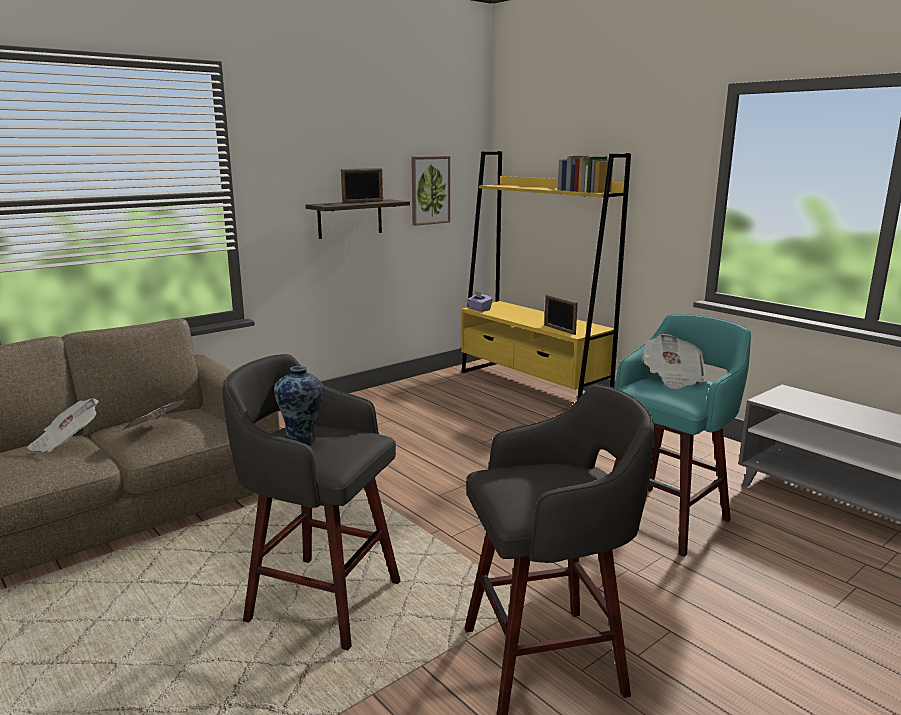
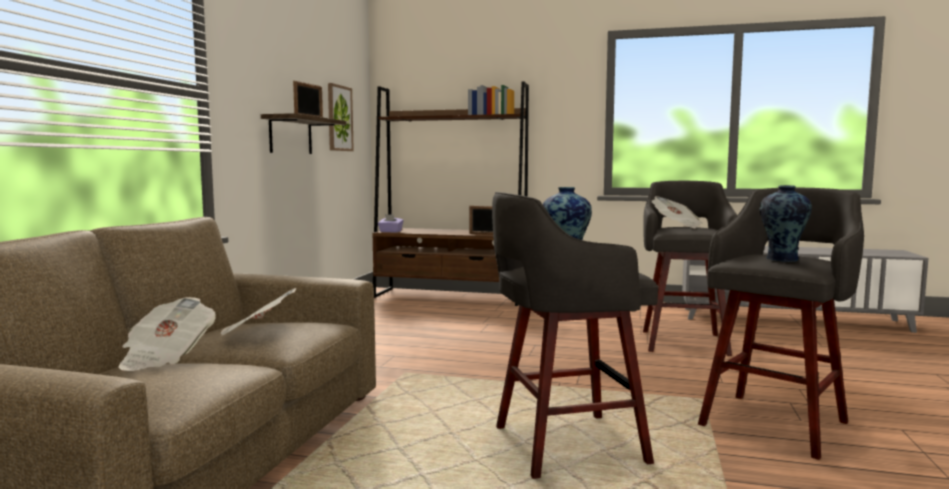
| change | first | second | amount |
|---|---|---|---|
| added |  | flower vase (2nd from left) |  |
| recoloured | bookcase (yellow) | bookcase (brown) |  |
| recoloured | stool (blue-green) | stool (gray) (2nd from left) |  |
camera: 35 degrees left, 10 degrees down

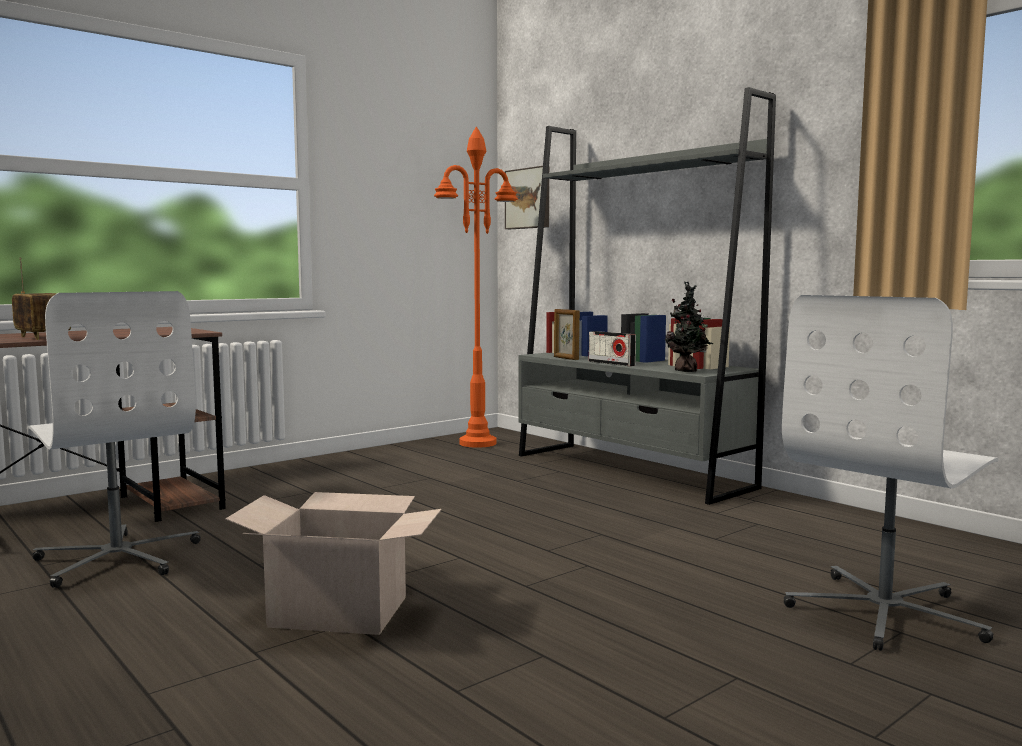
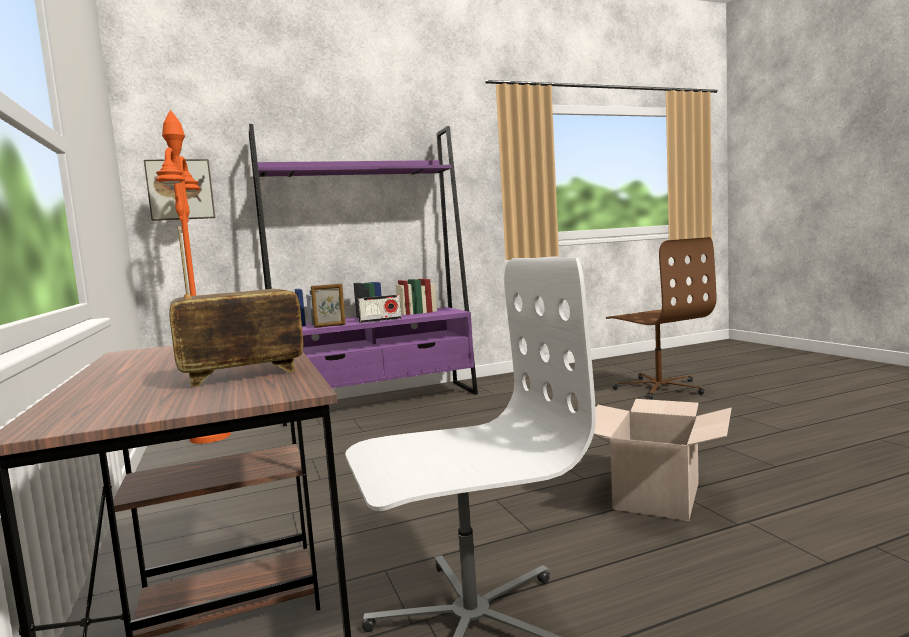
| change | first | second | amount |
|---|---|---|---|
| removed | houseplant |  |  |
| recoloured | bookcase (gray) | bookcase (purple-coloured) |  |
| recoloured | computer chair (white) (2nd from left) | computer chair (brown) |  |
camera: 70 degrees left, 0 degrees up

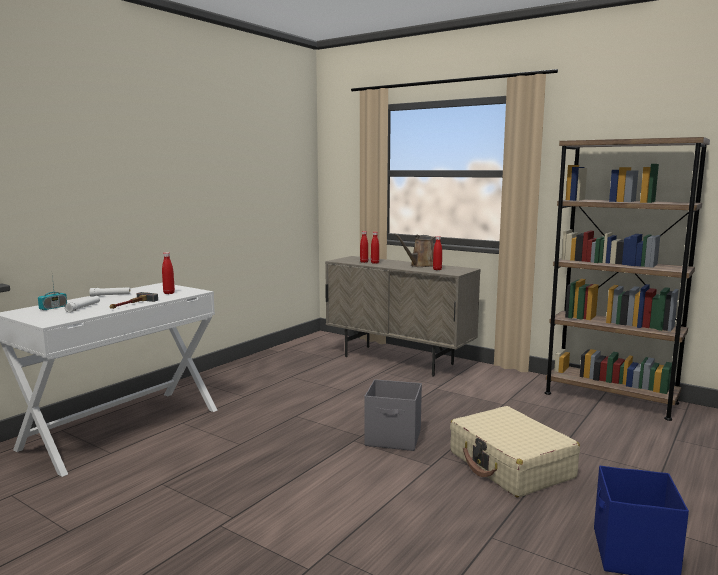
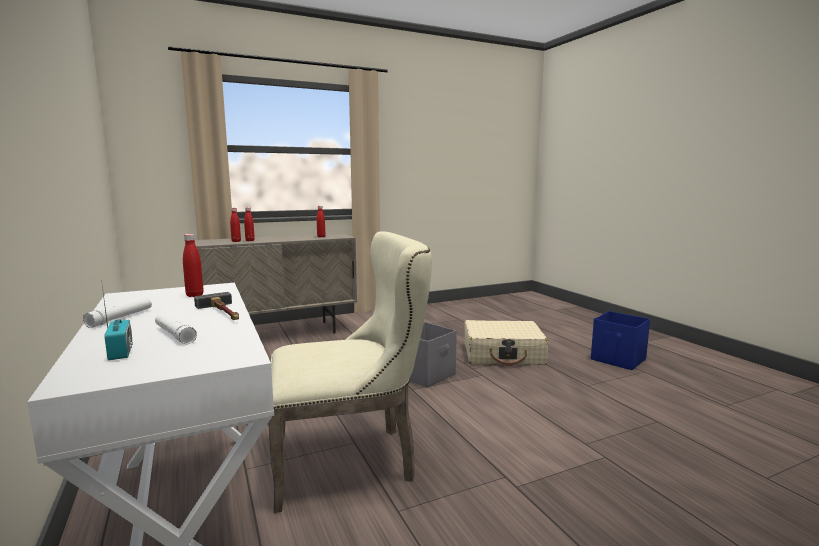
| change | first | second | amount |
|---|---|---|---|
| removed | sprinkling can (brown) |  |  |
| removed | bookcase (brown) |  |  |
| added |  | chair (beige-coloured) |  |
camera: 60 degrees left, 0 degrees up

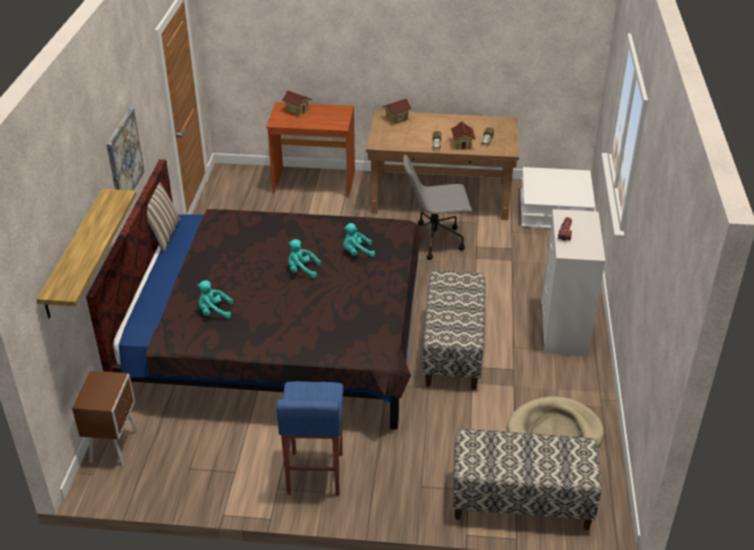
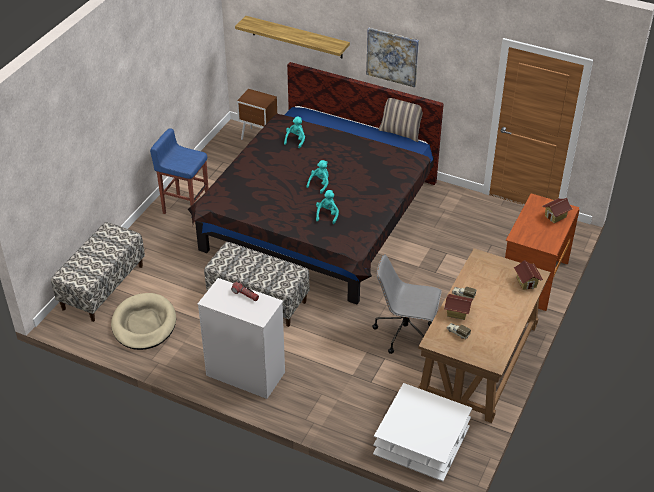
| change | first | second | amount |
|---|---|---|---|
| turned | computer chair (gray) |  | 90 degrees counterclockwise |
camera: 110 degrees right, 5 degrees up

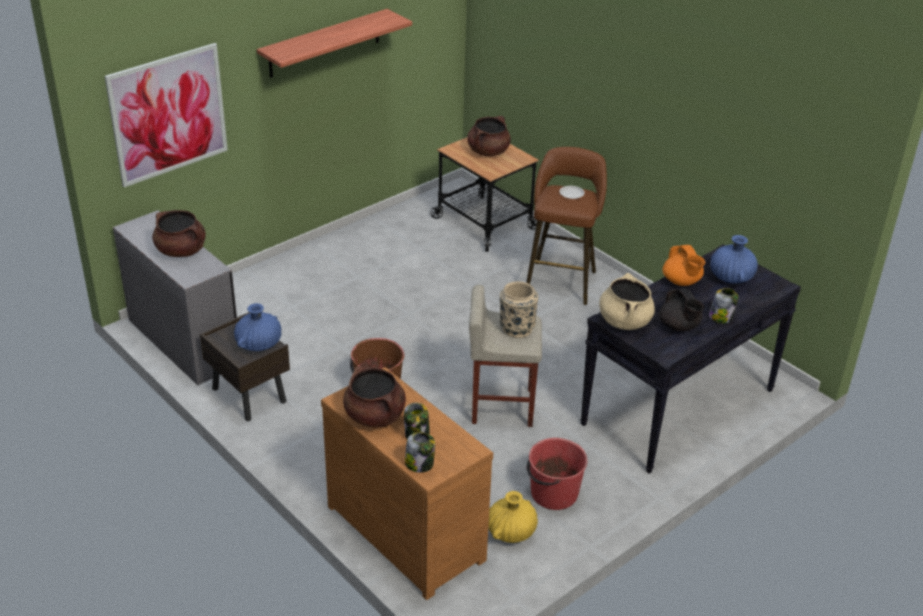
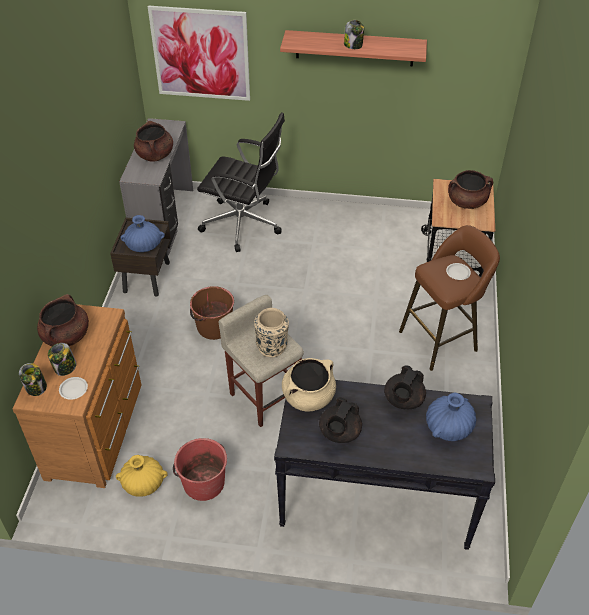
| change | first | second | amount |
|---|---|---|---|
| added |  | dinner plate (white) (1st from left) |  |
| added |  | computer chair (black) |  |
| moved | storage jar (3rd from left) |  |  |
| recoloured | tea pot (orange-coloured) | tea pot (black) (2nd from left) |  |
camera: 50 degrees right, 10 degrees up

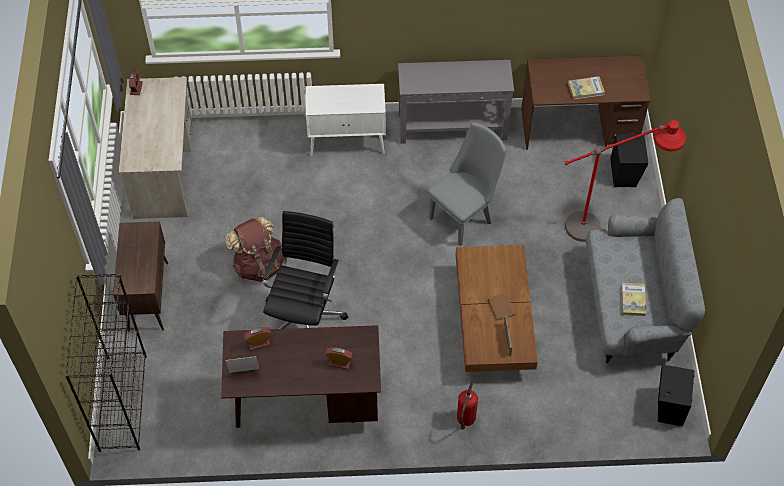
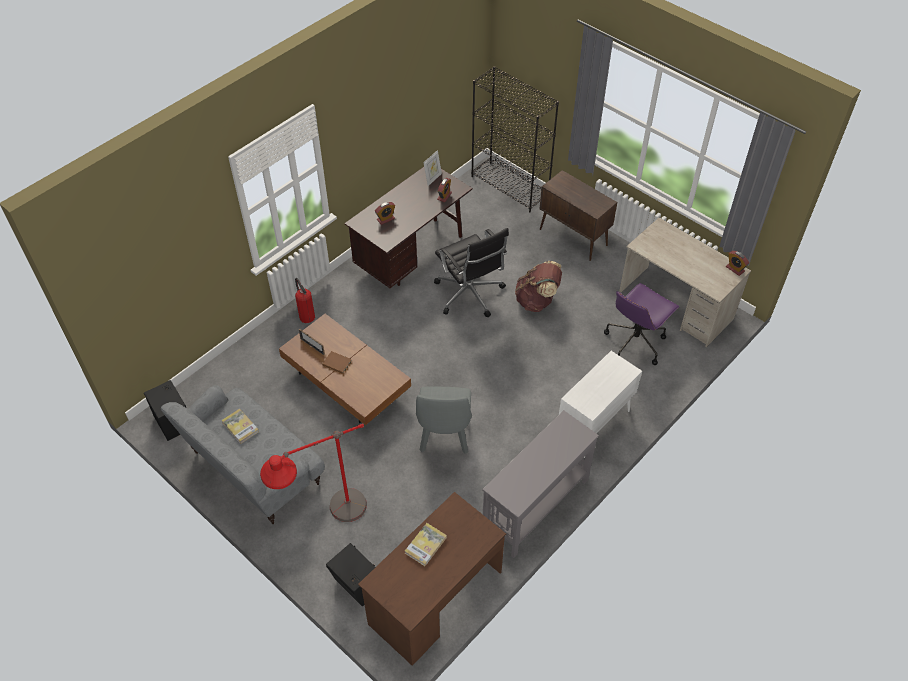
| change | first | second | amount |
|---|---|---|---|
| added |  | computer chair (purple-coloured) |  |
camera: 135 degrees right, 5 degrees down

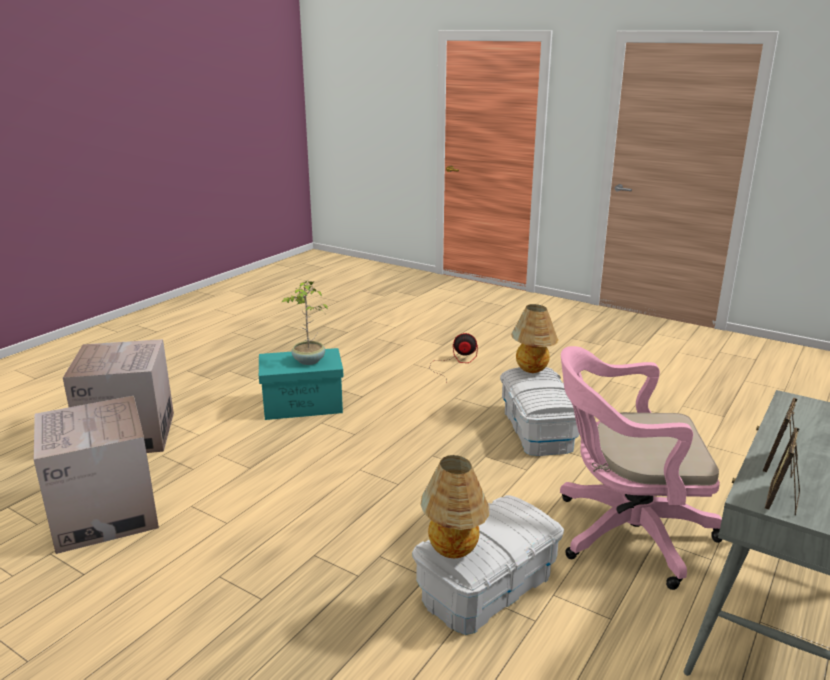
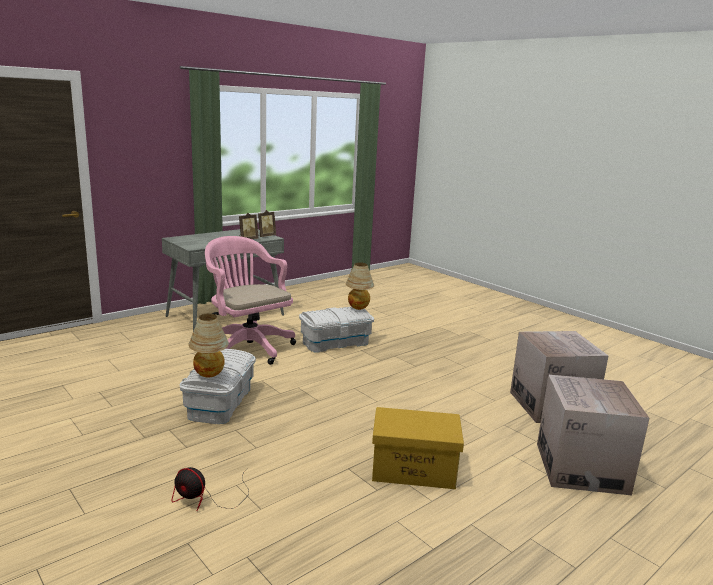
| change | first | second | amount |
|---|---|---|---|
| removed | houseplant |  |  |
| recoloured | storage bin (blue-green) | storage bin (yellow) |  |
| turned | computer chair (pinkish) |  | 150 degrees counterclockwise |
camera: 165 degrees left, 5 degrees down

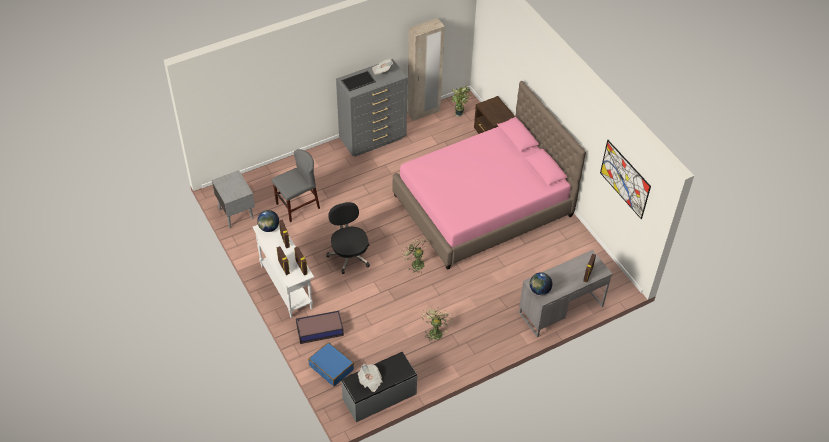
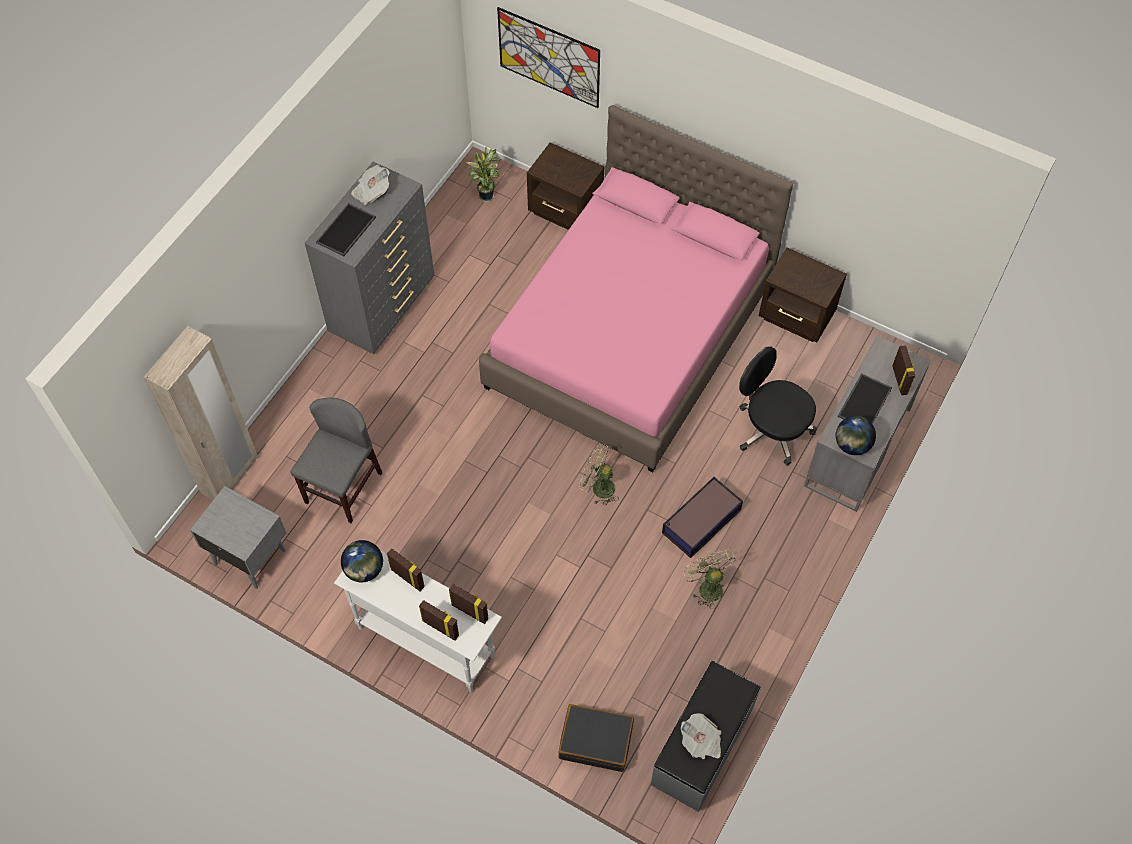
| change | first | second | amount |
|---|---|---|---|
| added |  | night table (brown) (2nd from left) |  |
| added |  | tray (2nd from left) |  |
| moved | storage bin |  |  |
| moved | computer chair (black) |  |  |
| moved | clothes cupboard (beige-coloured) |  |  |
| moved | picture |  |  |
| recoloured | suitcase (blue) | suitcase (black) |  |
camera: 30 degrees left, 10 degrees up

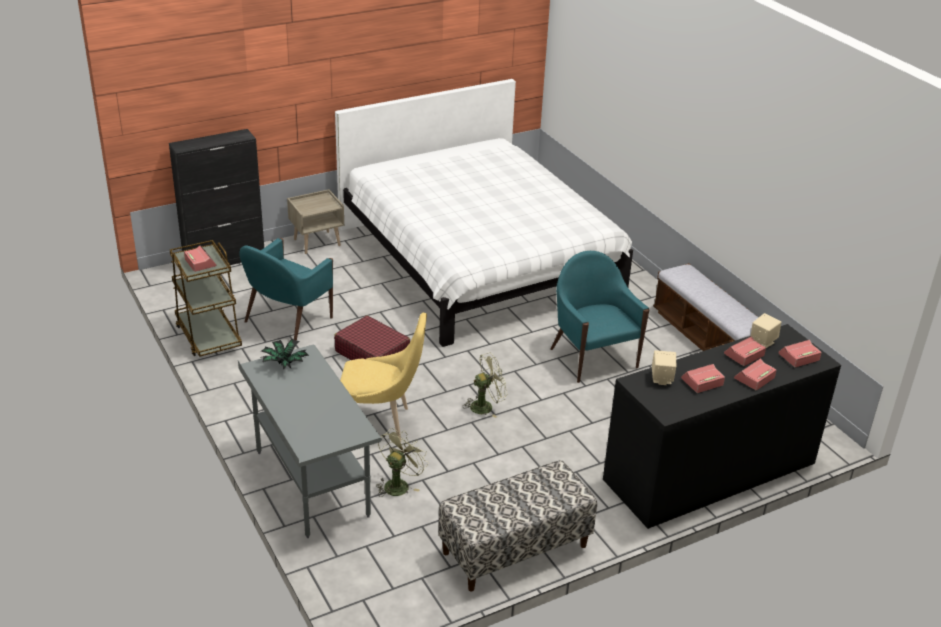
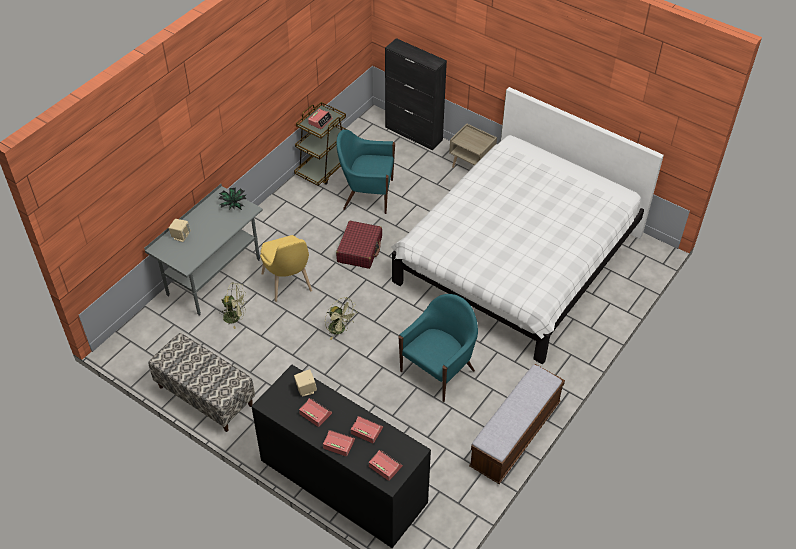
| change | first | second | amount |
|---|---|---|---|
| moved | audio speaker (beige-coloured) (2nd from left in the first image) | audio speaker (beige-coloured) (1st from left) |  |
camera: 65 degrees right, 15 degrees up

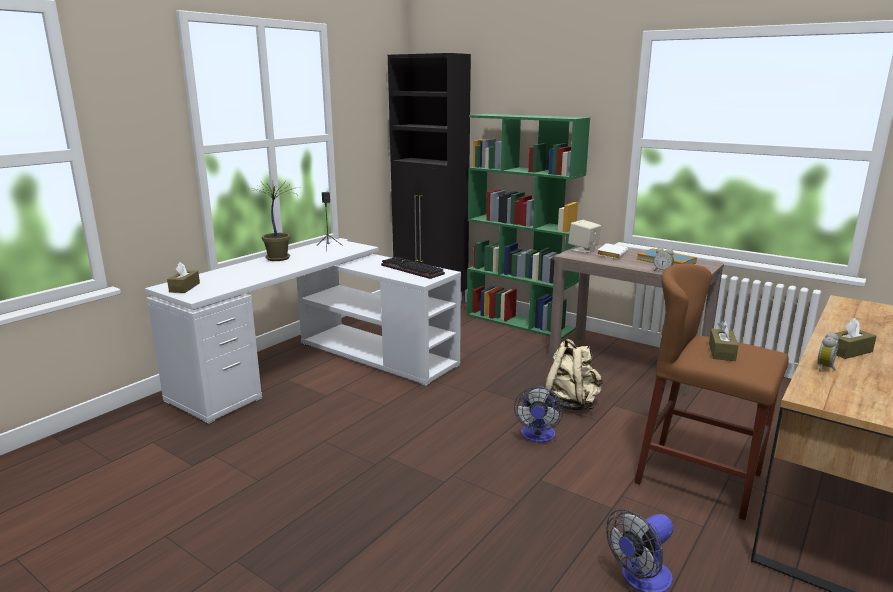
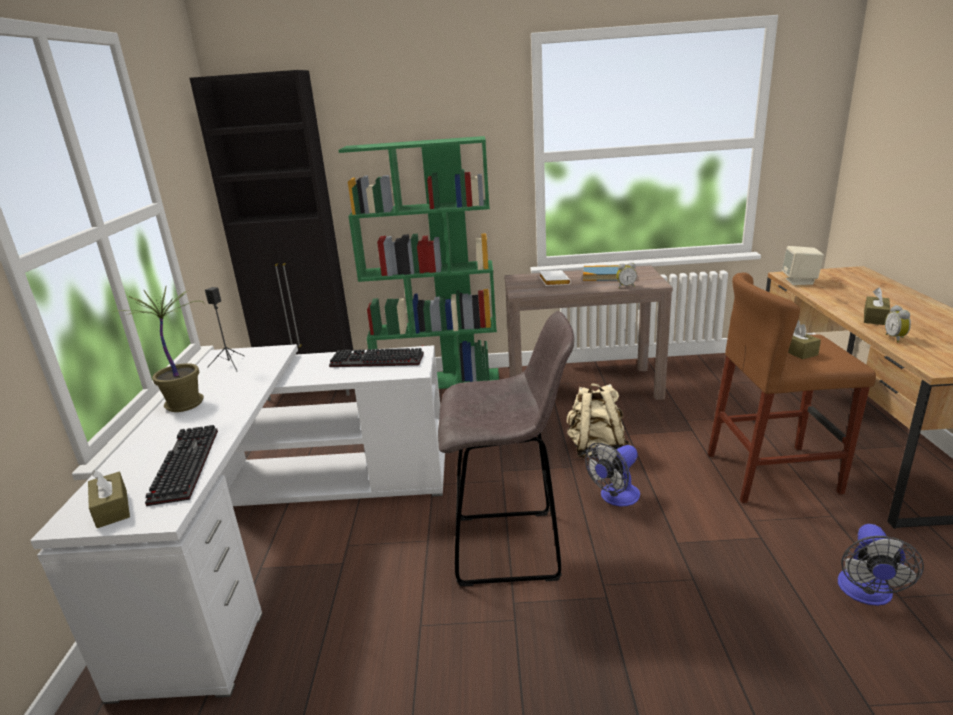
| change | first | second | amount |
|---|---|---|---|
| added |  | computer keyboard (1st from left) |  |
| added |  | stool (gray) |  |
| moved | audio speaker (beige-coloured) |  |  |
| turned | electric fan (1st from left) |  | 75 degrees clockwise |
camera: 35 degrees left, 5 degrees up

